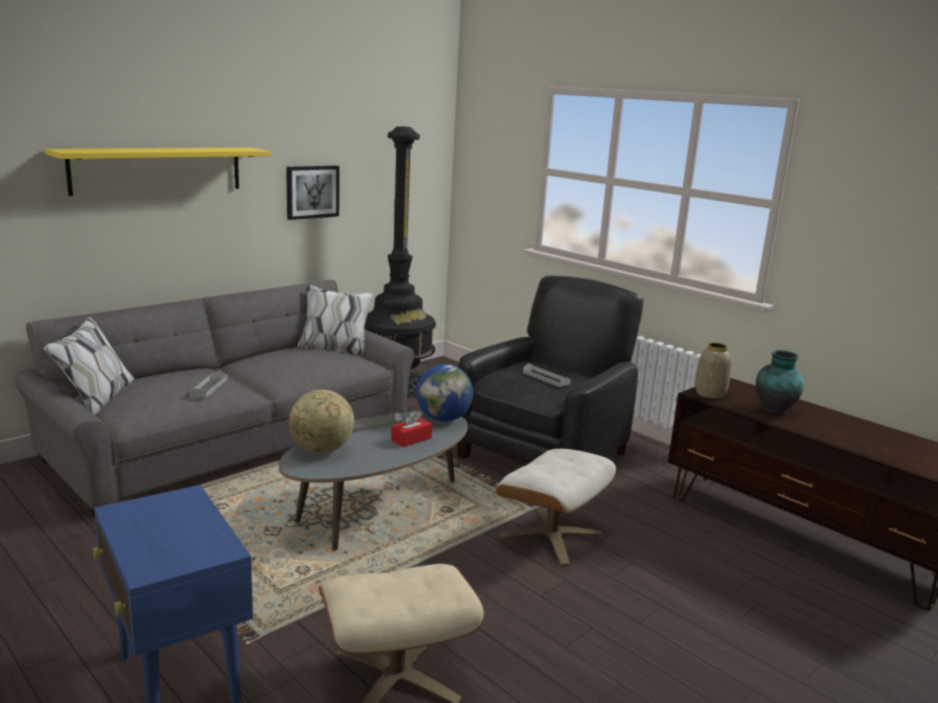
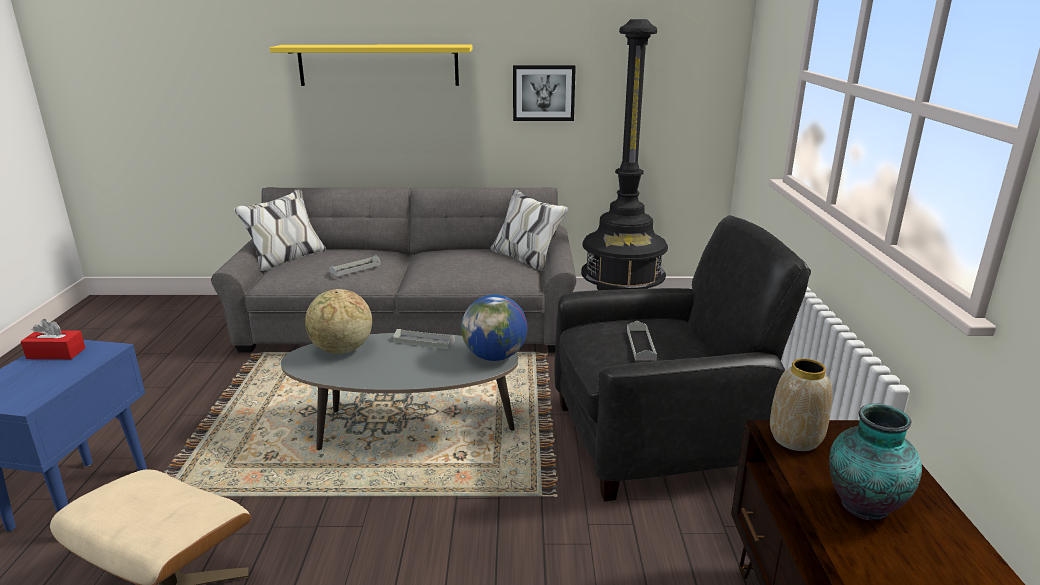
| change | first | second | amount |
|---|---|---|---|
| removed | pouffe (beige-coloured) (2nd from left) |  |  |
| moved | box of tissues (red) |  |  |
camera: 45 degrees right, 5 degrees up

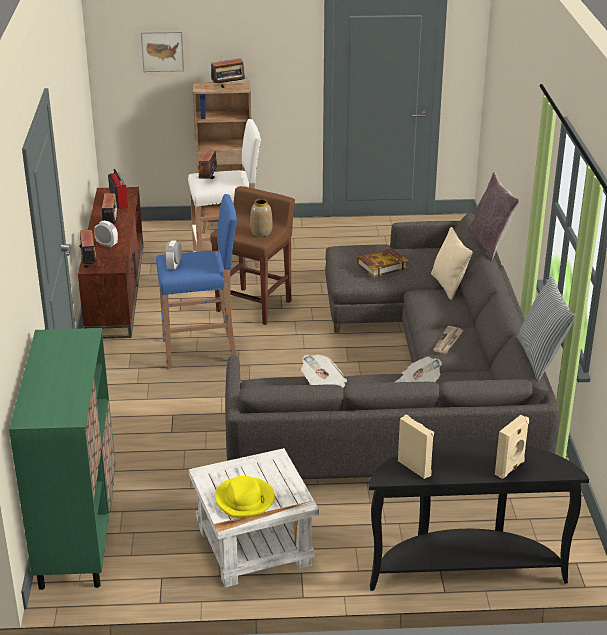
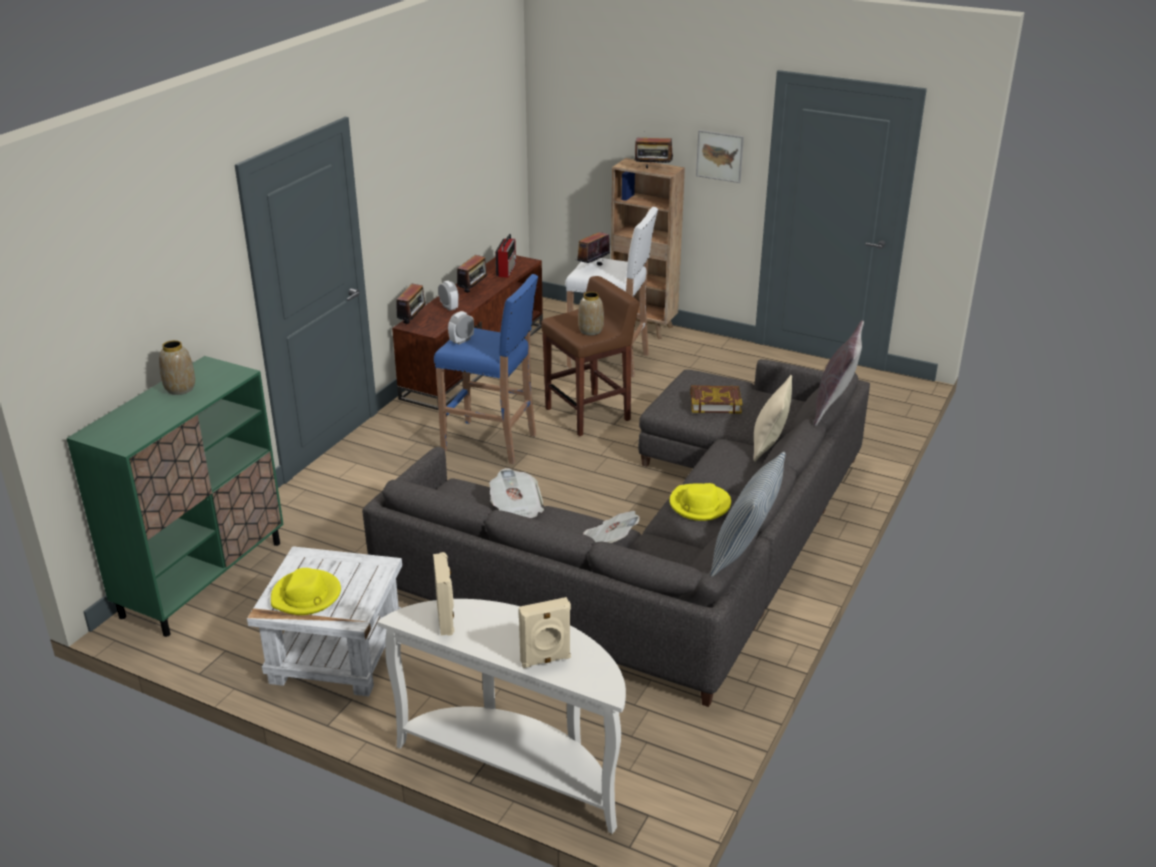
| change | first | second | amount |
|---|---|---|---|
| added |  | flower vase (1st from left) |  |
| moved | picture |  |  |
| replaced | printed paper (3rd from left) | wearable hat (yellow) (2nd from left) |  |
| recoloured | narrow table (black) | narrow table (white) |  |
camera: 30 degrees right, 0 degrees up

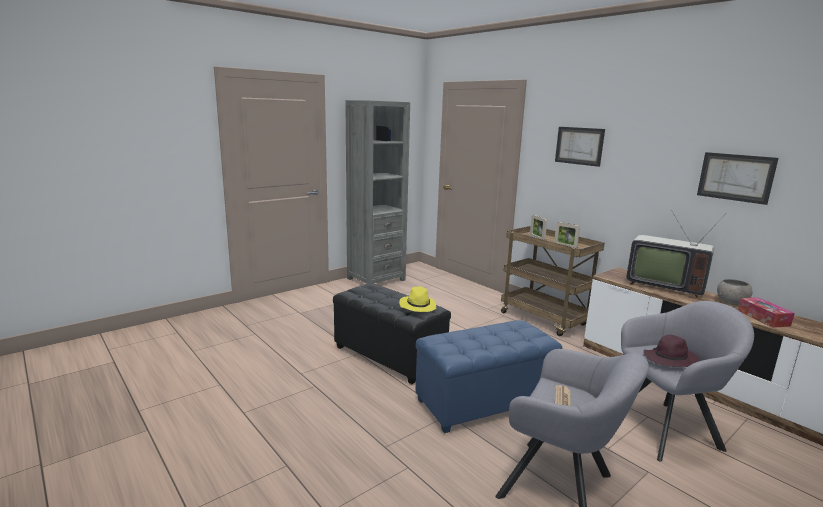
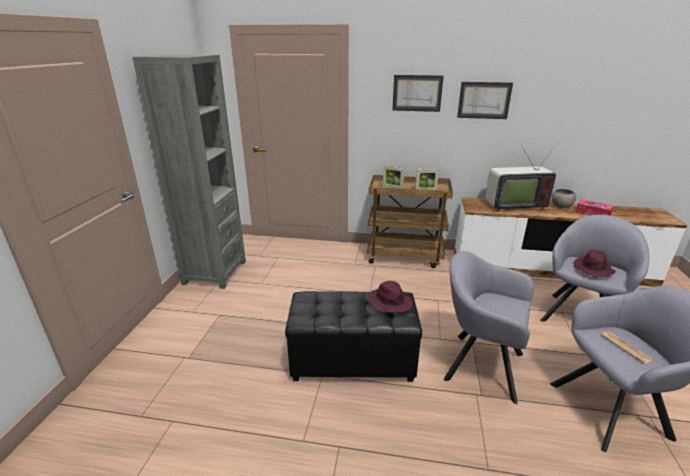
| change | first | second | amount |
|---|---|---|---|
| moved | picture (2nd from left) |  |  |
| replaced | pouffe (blue) | armchair (gray) (1st from left) |  |
| recoloured | wearable hat (yellow) | wearable hat (purple-coloured) (1st from left) |  |
camera: 40 degrees left, 10 degrees up

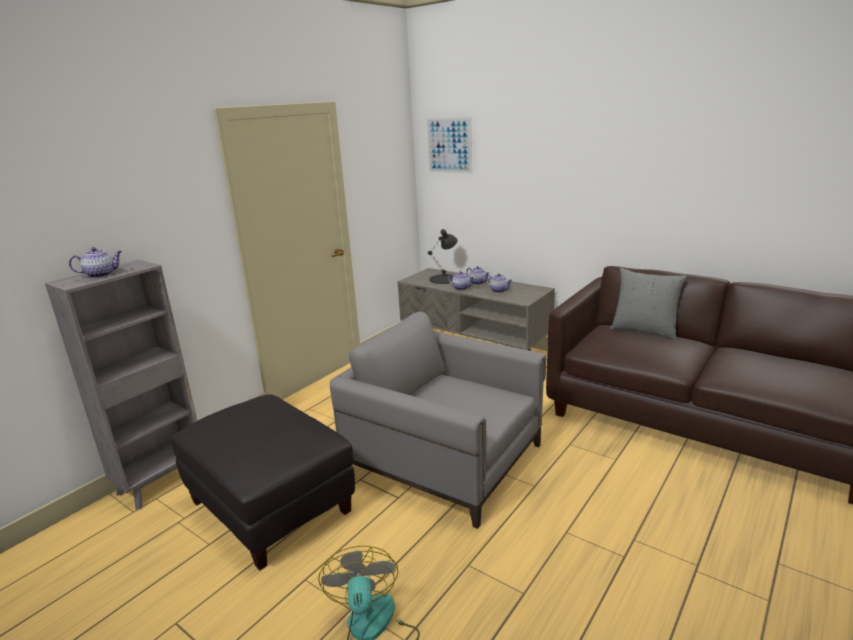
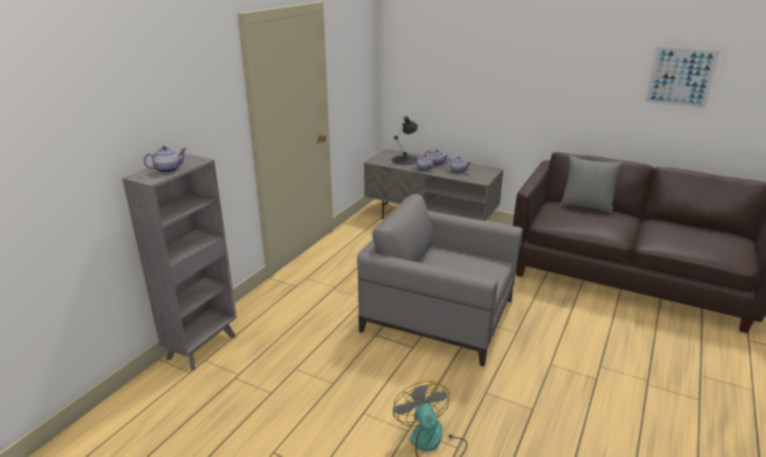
| change | first | second | amount |
|---|---|---|---|
| removed | pouffe (black) |  |  |
| moved | picture |  |  |
camera: 10 degrees left, 5 degrees up

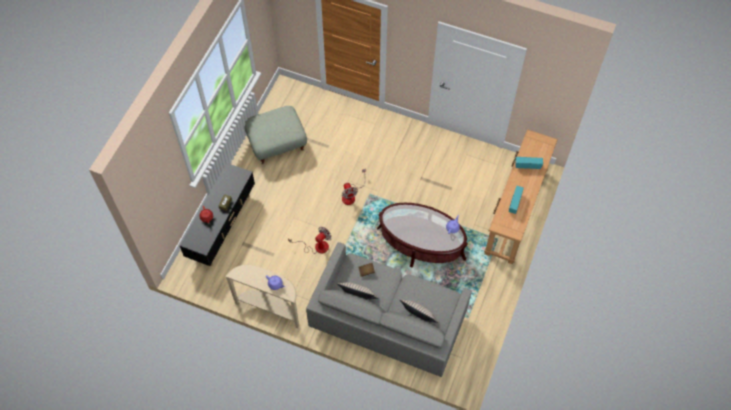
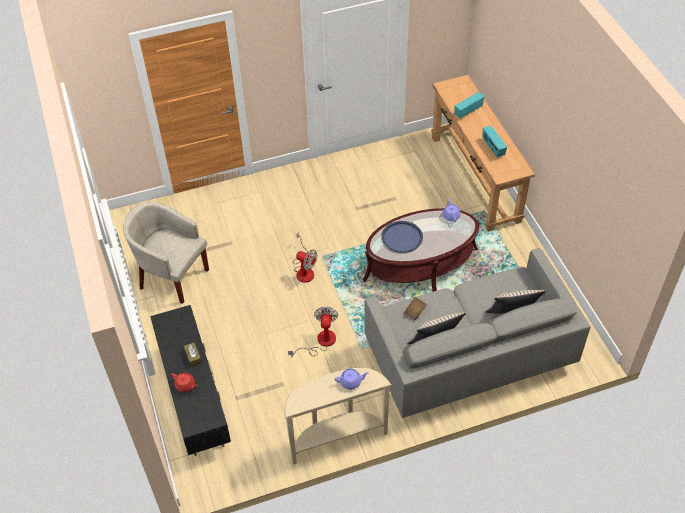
| change | first | second | amount |
|---|---|---|---|
| added |  | tray (blue) |  |
| replaced | pouffe (gray) | armchair (beige-coloured) |  |
camera: 40 degrees left, 10 degrees down

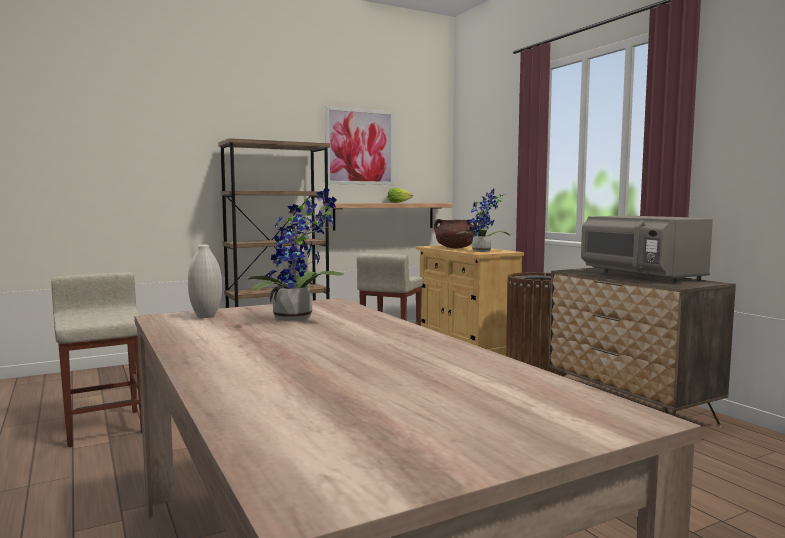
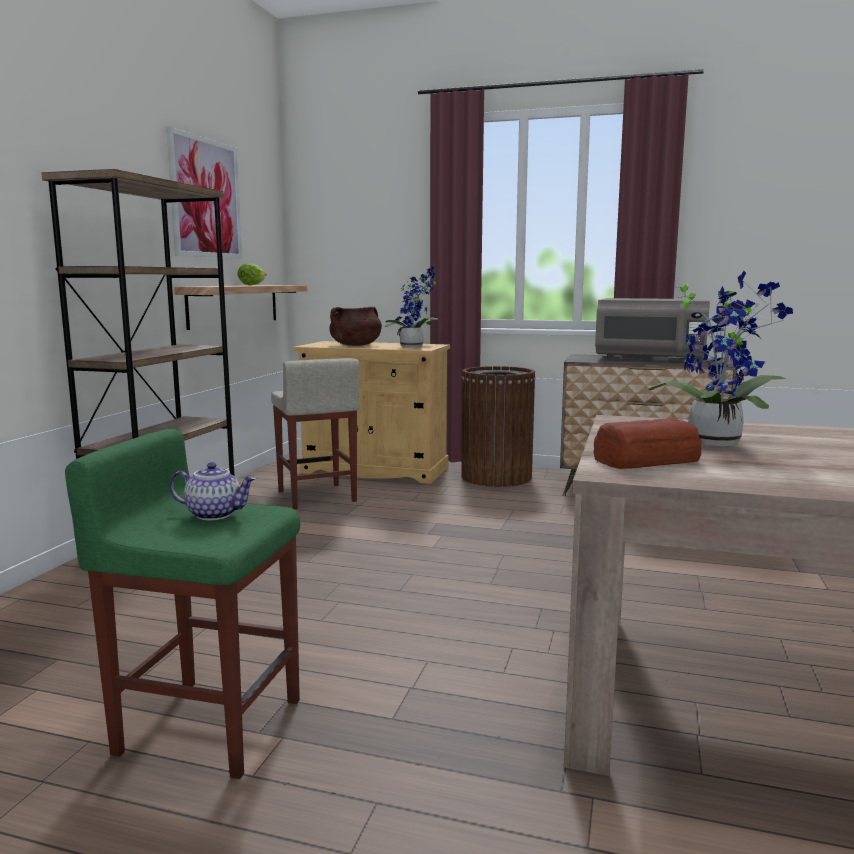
| change | first | second | amount |
|---|---|---|---|
| added |  | tea pot |  |
| replaced | flower vase (white) | baked bread |  |
| recoloured | stool (beige-coloured) (1st from left) | stool (greenish) |  |
camera: 45 degrees left, 5 degrees up

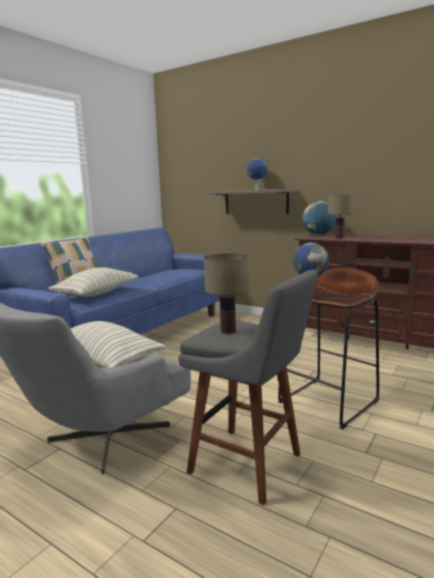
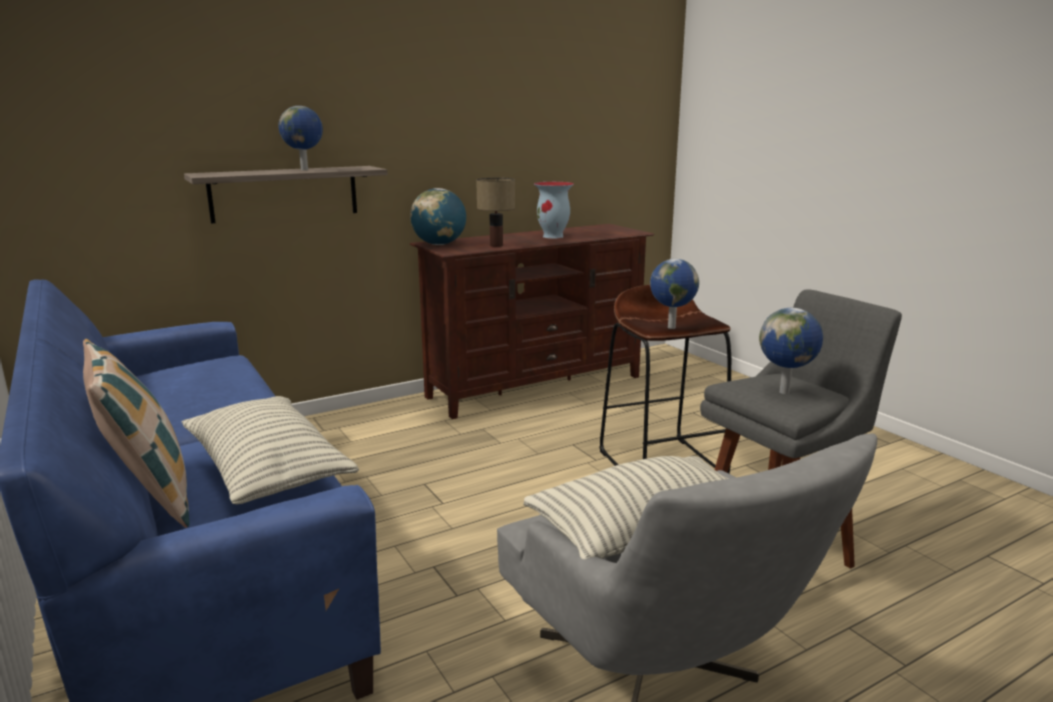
| change | first | second | amount |
|---|---|---|---|
| added |  | flower vase |  |
| replaced | tabletop lamp (1st from left) | desk globe (4th from left) |  |
camera: 65 degrees left, 5 degrees up

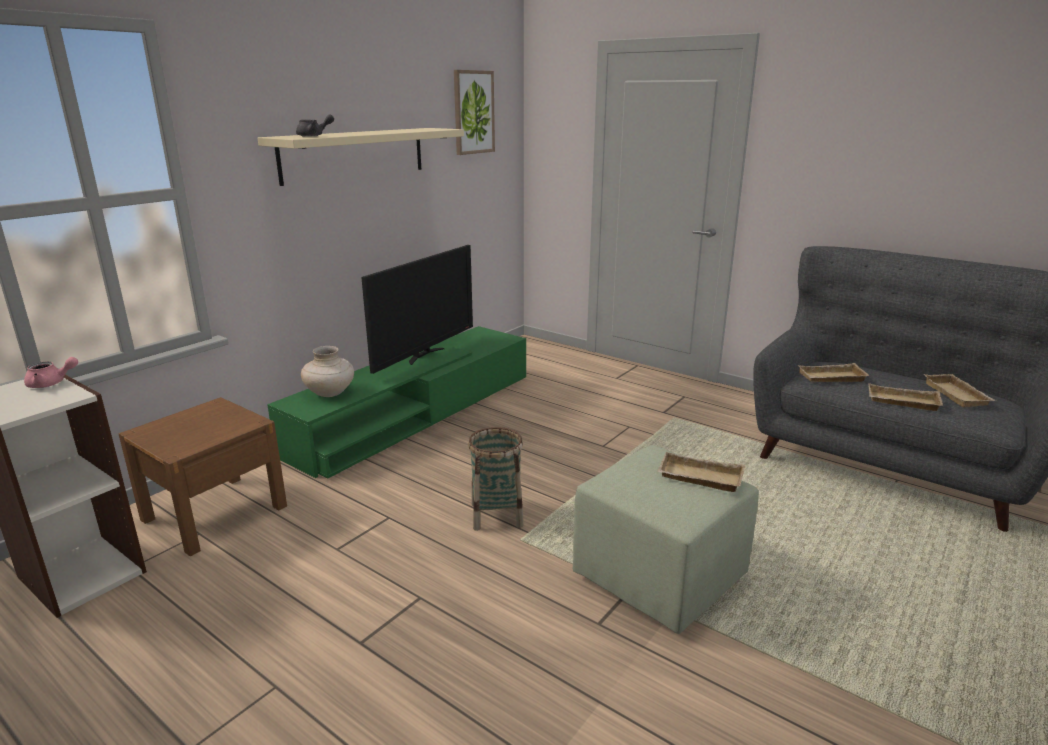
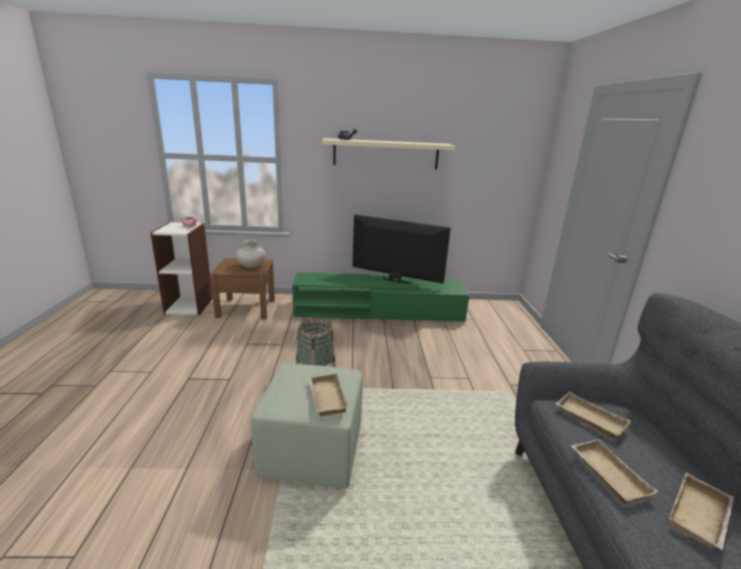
| change | first | second | amount |
|---|---|---|---|
| removed | picture |  |  |
| moved | flower vase (beige-coloured) |  |  |
| turned | TV |  | 150 degrees counterclockwise |
camera: 50 degrees right, 0 degrees up

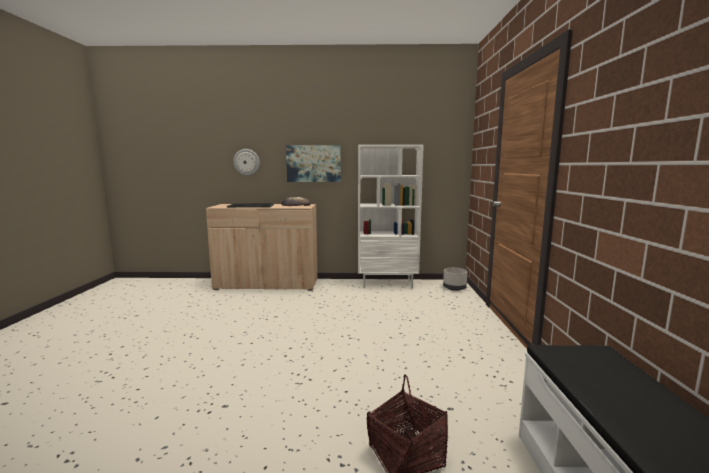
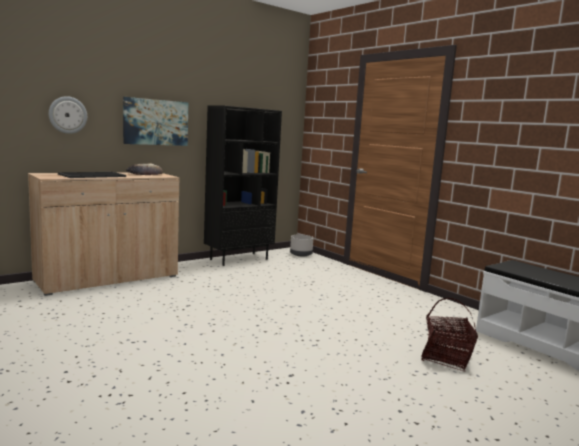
| change | first | second | amount |
|---|---|---|---|
| recoloured | bookcase (white) | bookcase (black) |  |
camera: 40 degrees left, 0 degrees up

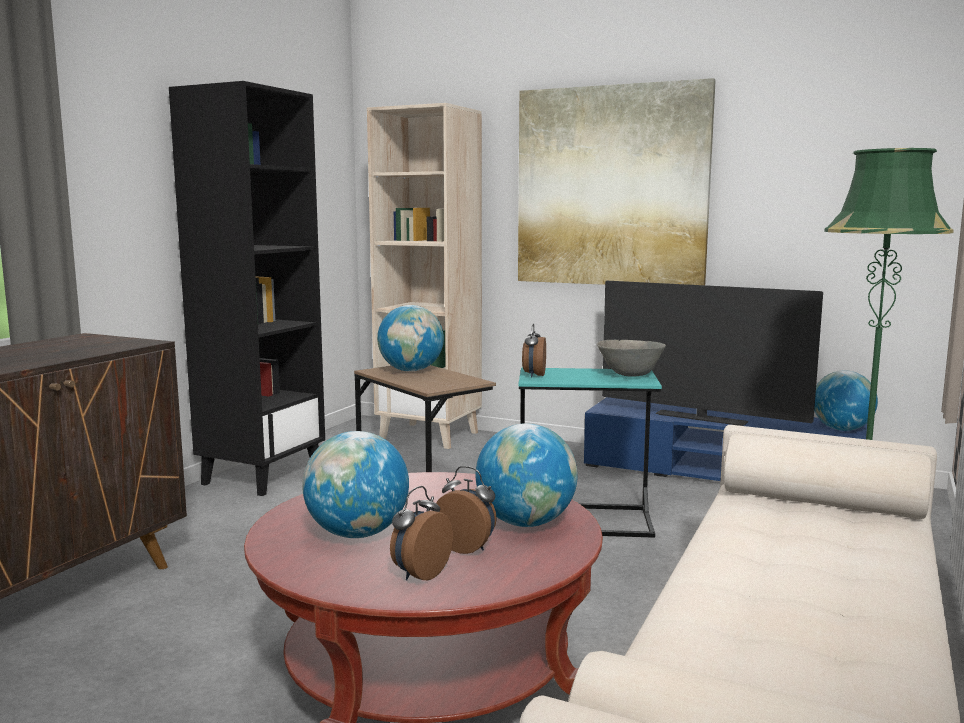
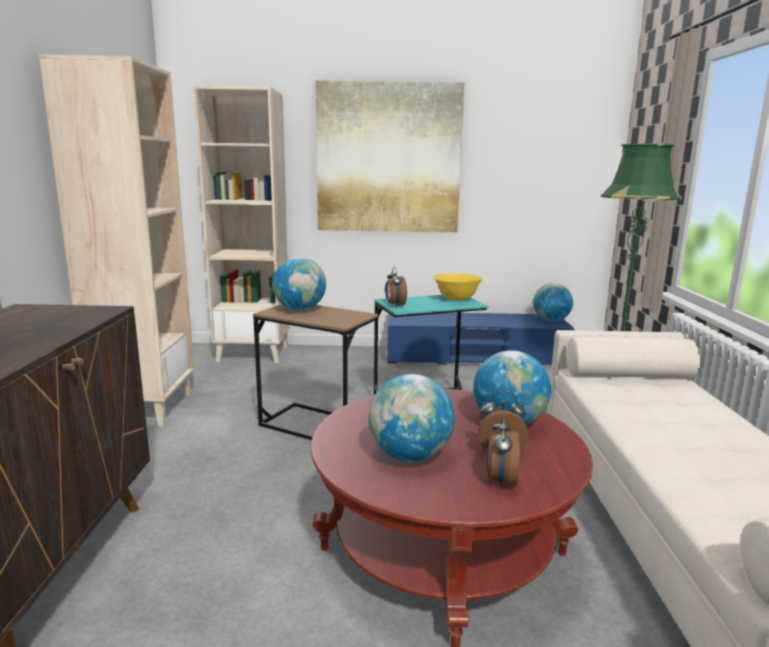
| change | first | second | amount |
|---|---|---|---|
| removed | TV |  |  |
| recoloured | bookcase (black) | bookcase (beige-coloured) (1st from left) |  |
| recoloured | bowl (gray) | bowl (yellow) |  |
camera: 25 degrees left, 5 degrees up

